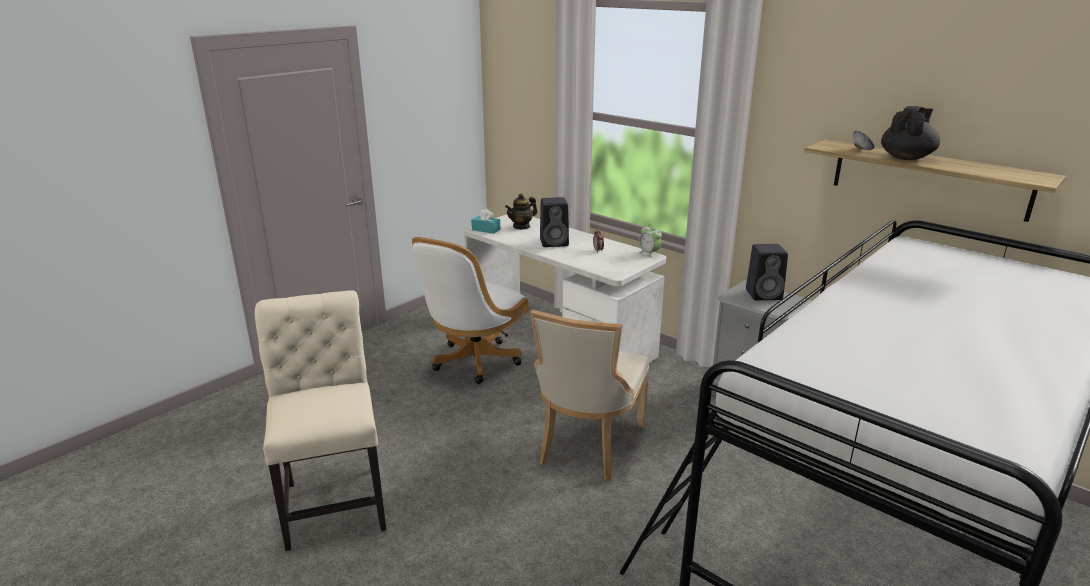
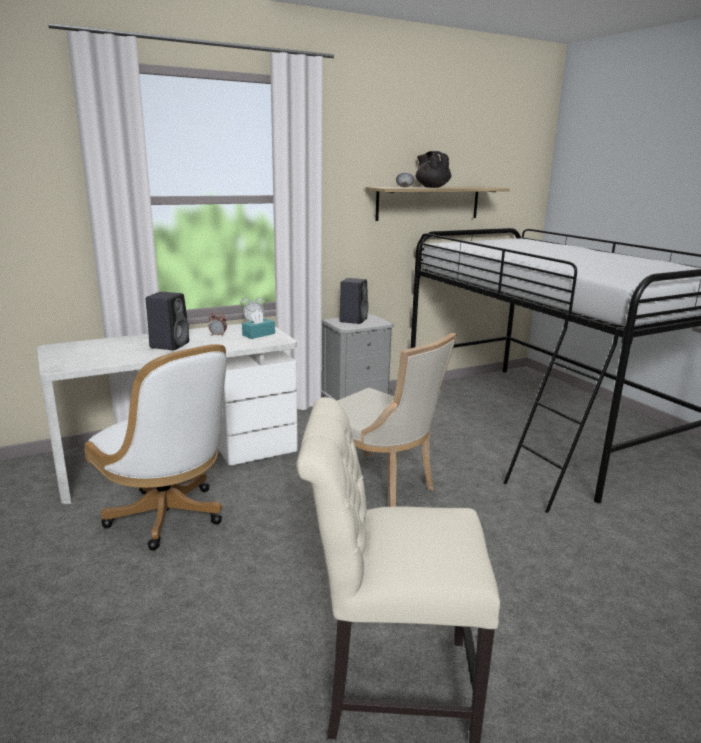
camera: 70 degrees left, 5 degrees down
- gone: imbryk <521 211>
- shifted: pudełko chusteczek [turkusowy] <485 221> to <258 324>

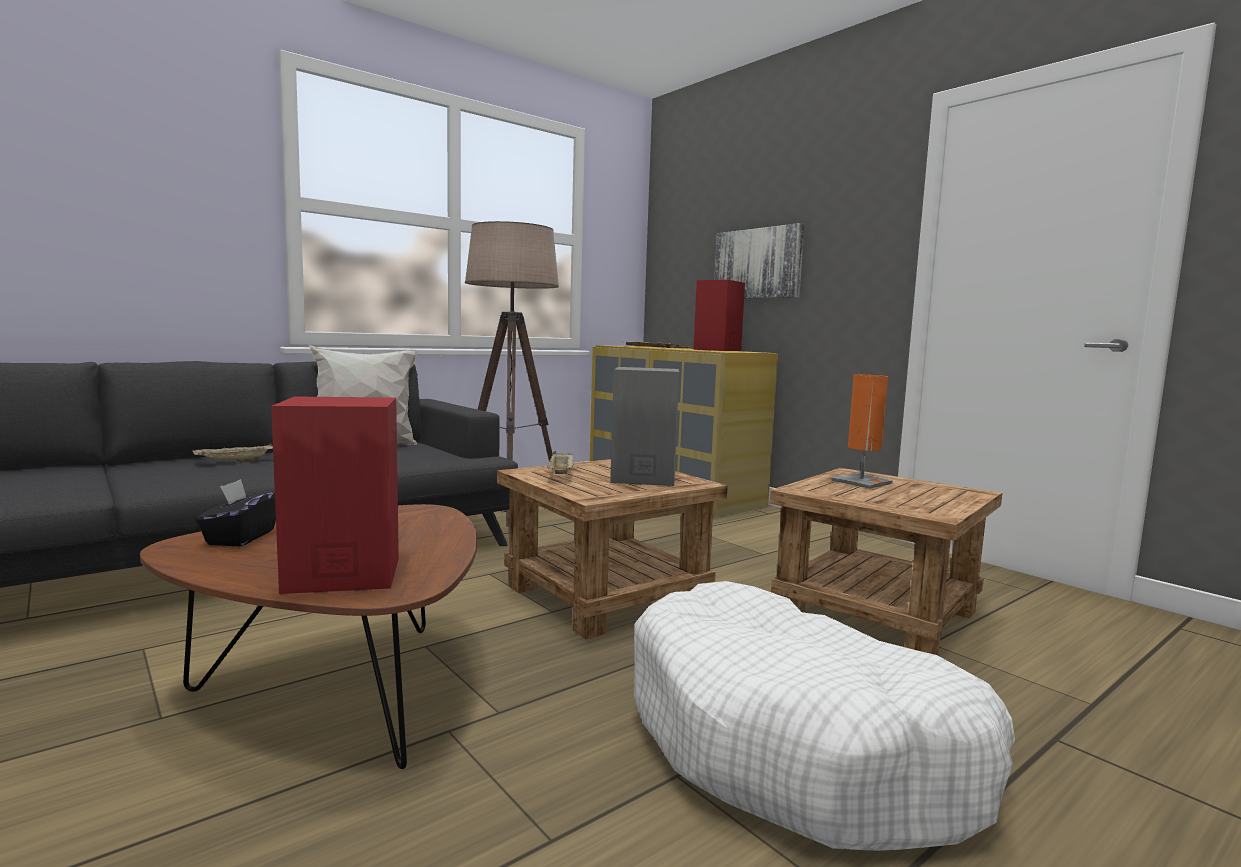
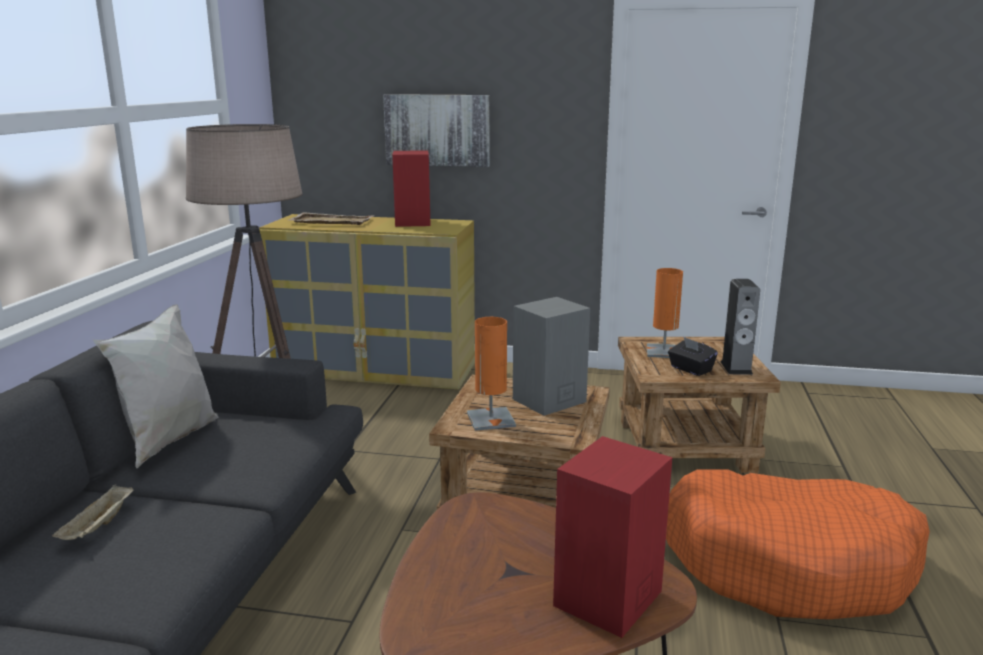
camera: 40 degrees left, 10 degrees up
- new: głośnik <740 327>
- shifted: pudełko chusteczek [czarny] <236 512> to <693 356>
- swapped: taca [beżowy] <560 462> to lampa stołowa [pomarańczowy] <491 374>
- repainted: legowisko [biały] <824 716> to legowisko [pomarańczowy] <798 544>

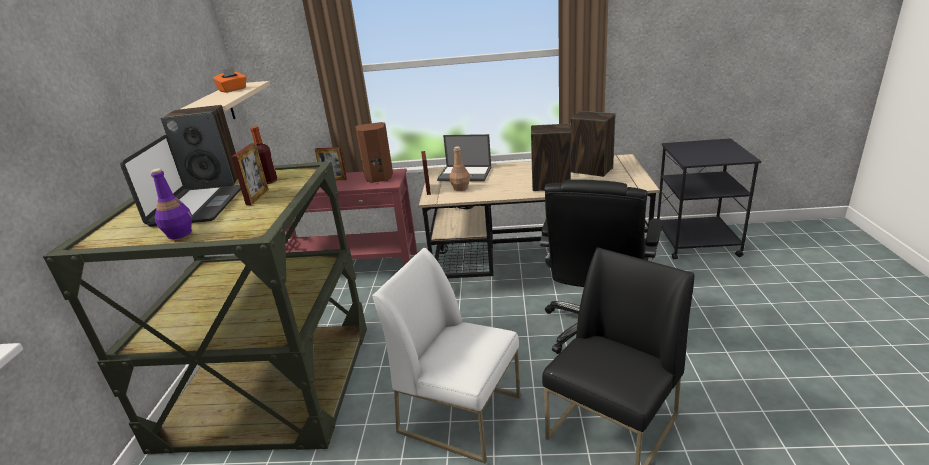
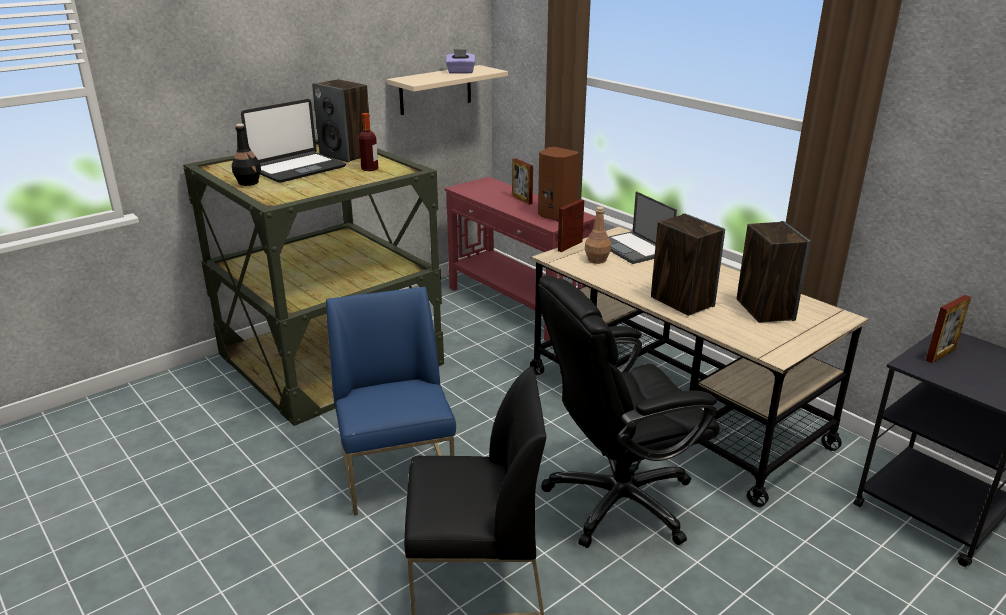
camera: 45 degrees right, 0 degrees up
- shifted: ramka na zdjęcie <250 174> to <948 329>
- repainted: butelka [fioletowy] <171 203> to butelka [czarny] <246 155>
- repainted: pudełko chusteczek [pomarańczowy] <230 80> to pudełko chusteczek [fioletowy] <460 61>
- repainted: krzesło [biały] <446 355> to krzesło [niebieski] <391 401>

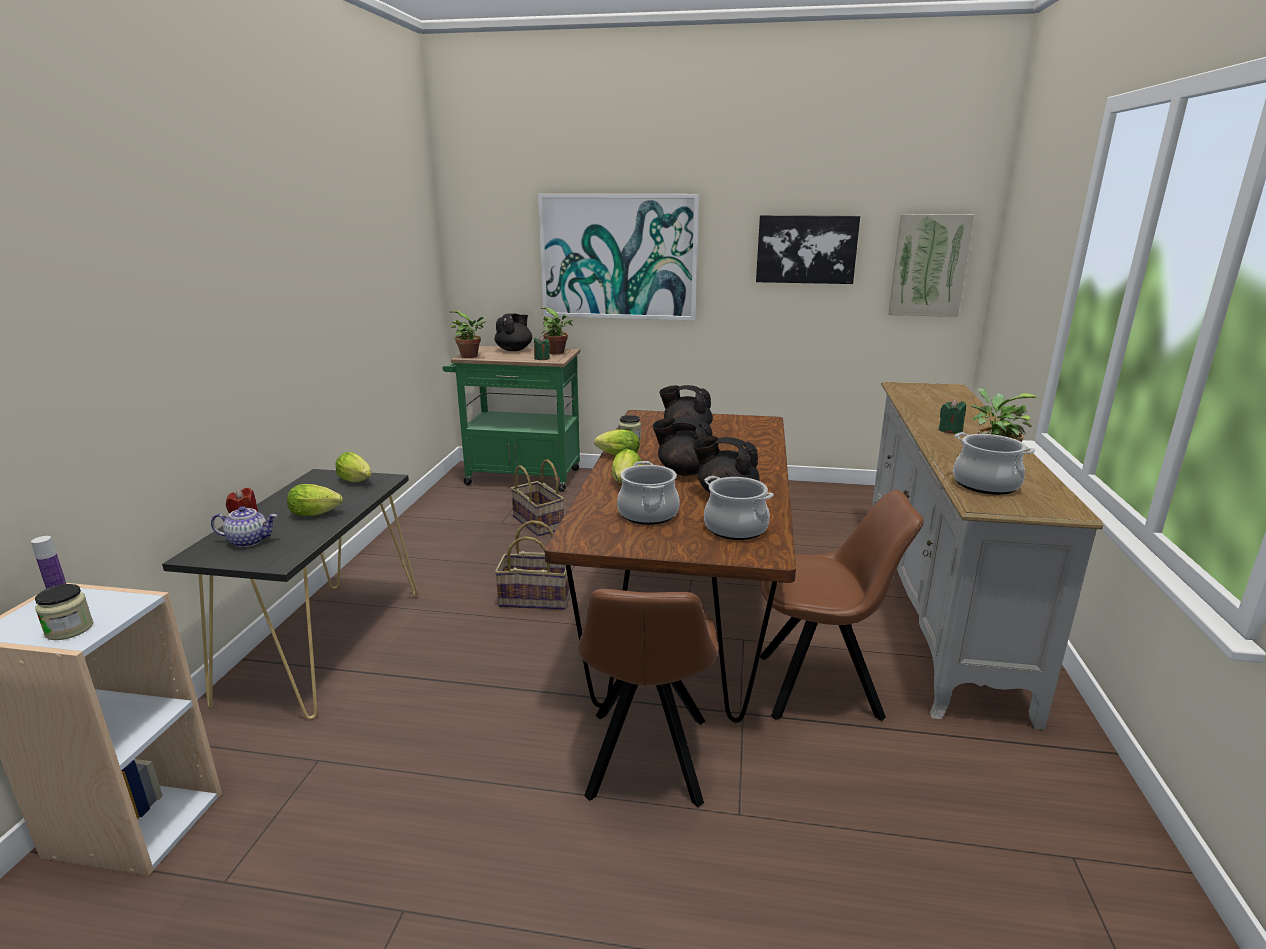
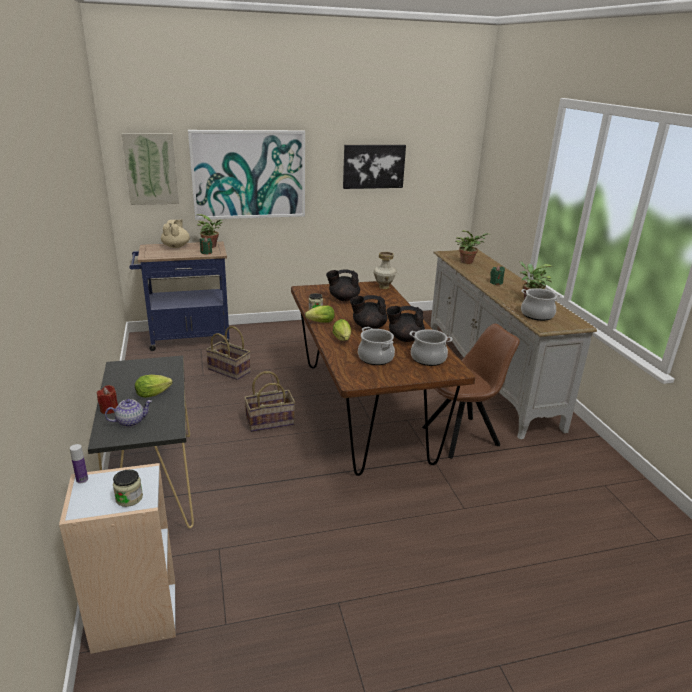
camera: 25 degrees left, 5 degrees up
- gone: sałata <354 467>
- gone: krzesło [brązowy] <648 698>
- new: wazon <385 270>
- shifted: roślina doniczkowa <468 334> to <473 247>
- shifted: obraz <931 265> to <150 169>
- repainted: wózek [zielony] <511 418> to wózek [niebieski] <179 296>
- repainted: imbryk [czarny] <513 332> to imbryk [beżowy] <175 233>

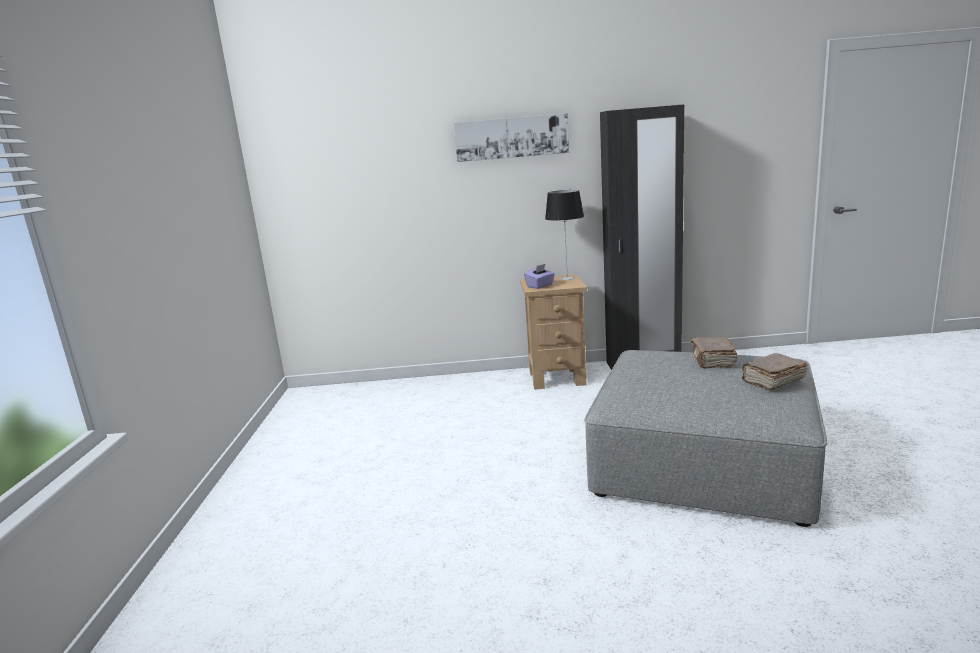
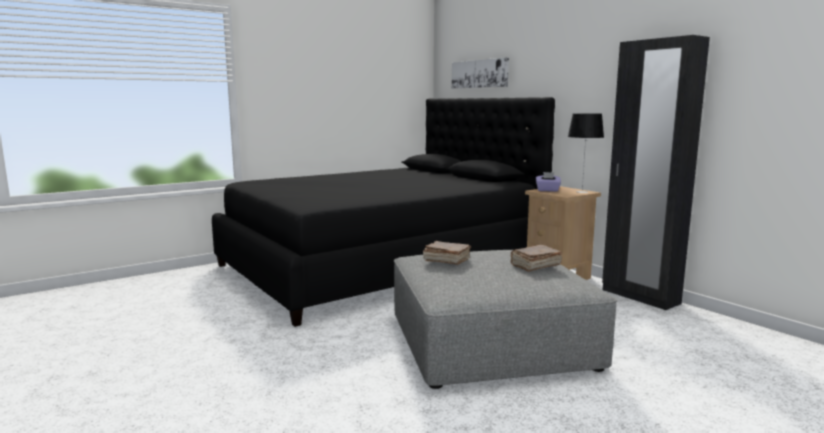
camera: 55 degrees right, 5 degrees down
- new: łóżko [czarny] <383 212>
- shifted: obraz <511 137> to <480 73>
- shifted: książka [brązowy] <775 372> to <447 253>

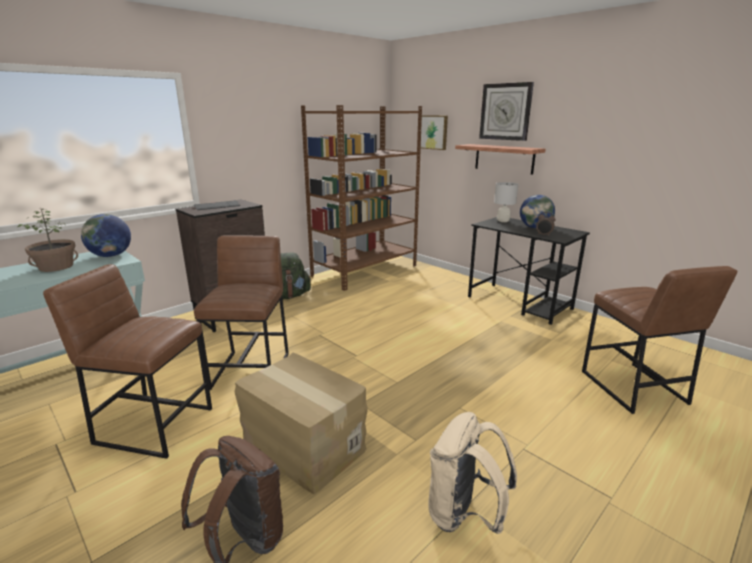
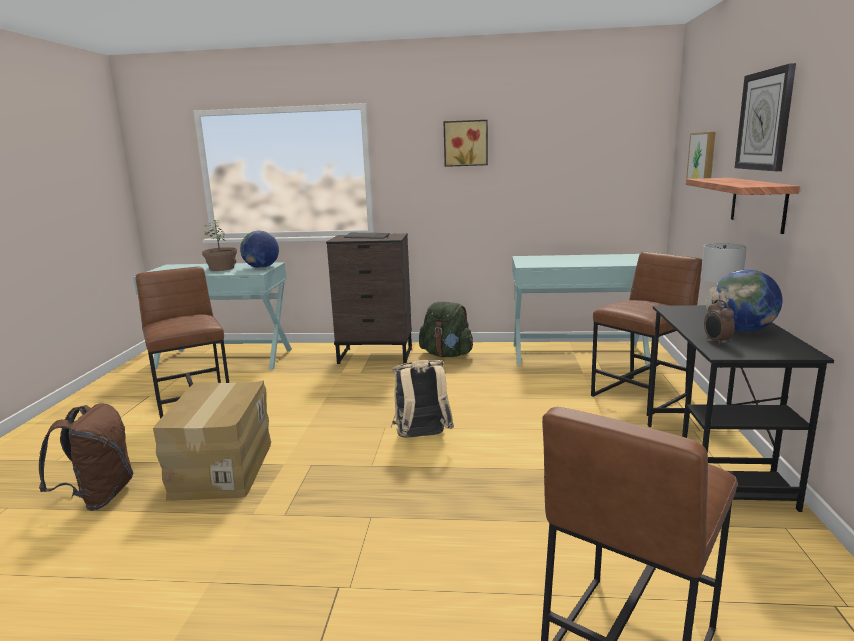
camera: 50 degrees right, 5 degrees down
- new: obraz <465 143>
- shifted: krzesło [brązowy] <241 313> to <646 334>
- shifted: plecak [beżowy] <472 473> to <423 399>
- swapped: regał [brązowy] <361 198> to biurko [turkusowy] <581 309>

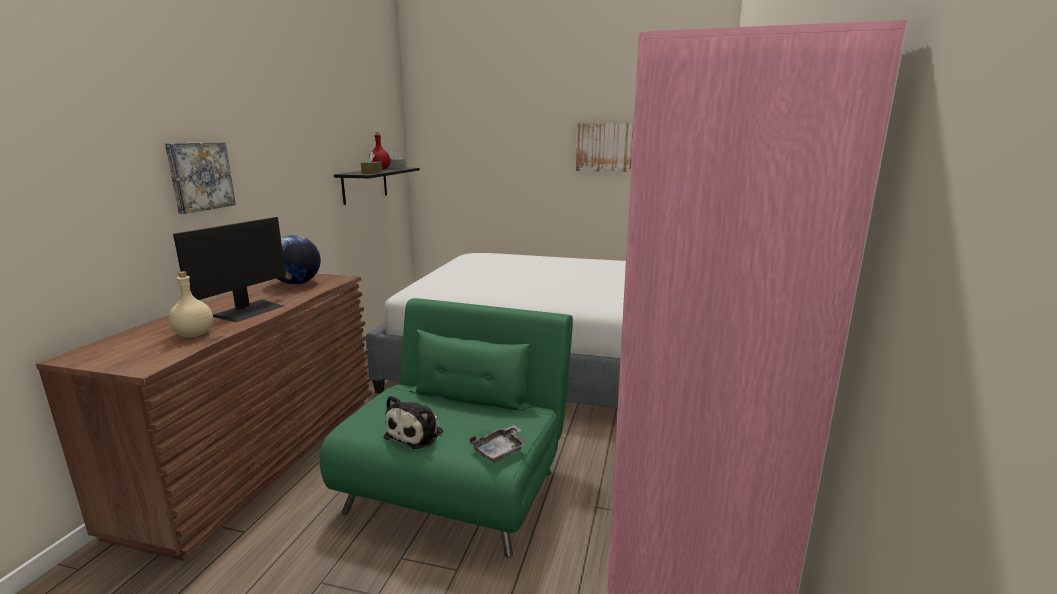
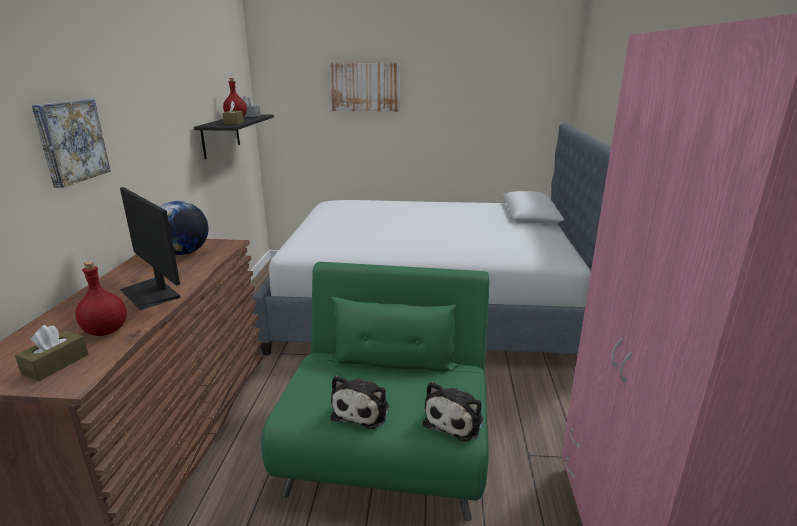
camera: 10 degrees left, 5 degrees up
- new: pudełko chusteczek [brązowy] <51 353>
- shifted: obraz <605 147> to <364 87>
- swapped: taca [szary] <498 444> to pluszak <453 412>
- repainted: butelka [beżowy] <190 304> to butelka [czerwony] <101 298>
- rotated: monitor <229 269> = <150 248> 120 degrees clockwise

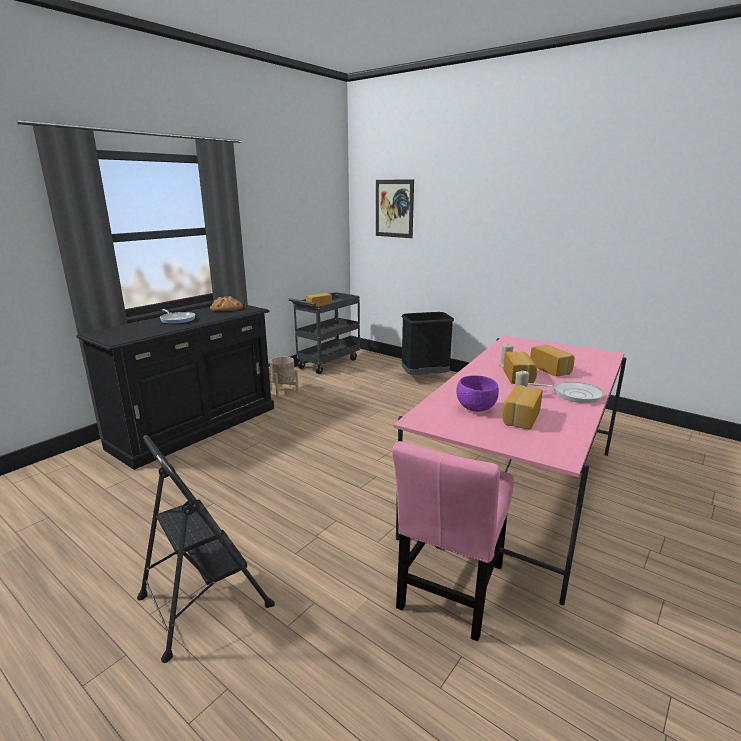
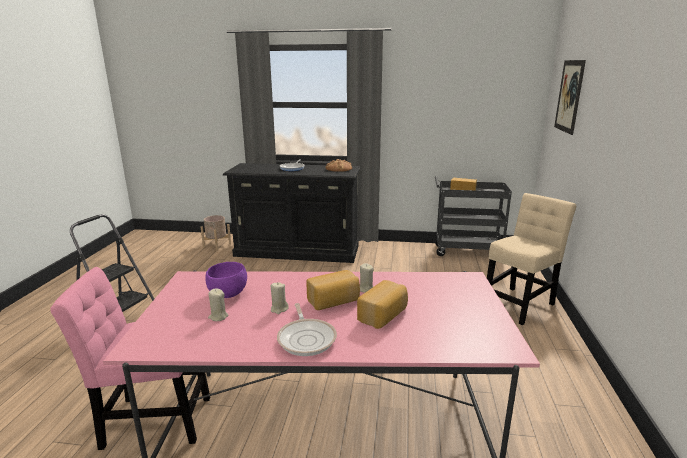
camera: 60 degrees right, 0 degrees up
- shifted: donica [beżowy] <284 377> to <216 233>
- swapped: kosz na śmieci [czarny] <428 343> to krzesło [beżowy] <531 259>
- swapped: chleb <522 407> to świeca [beżowy] <218 304>

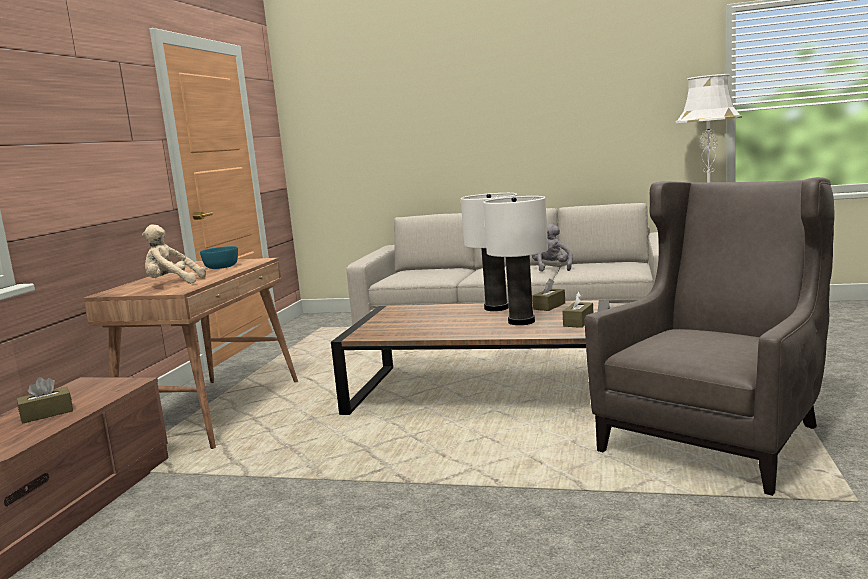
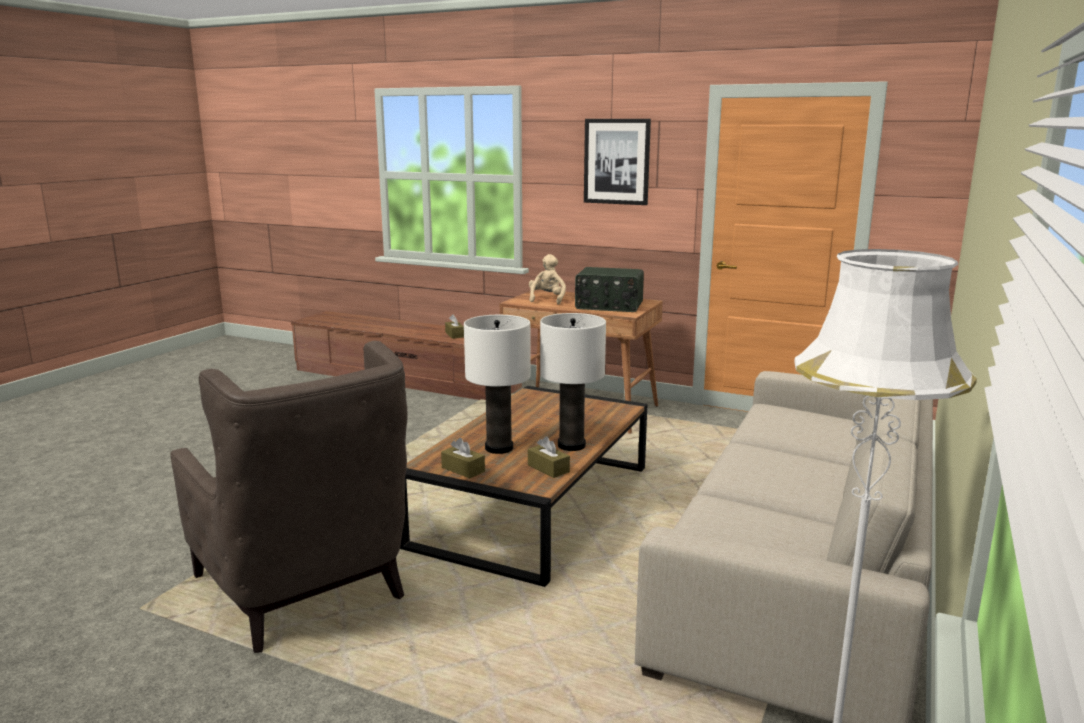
camera: 100 degrees right, 5 degrees up
- gone: pluszak [szary] <552 248>
- new: obraz <617 162>
- swapped: miska [turkusowy] <219 257> to radio <609 289>

